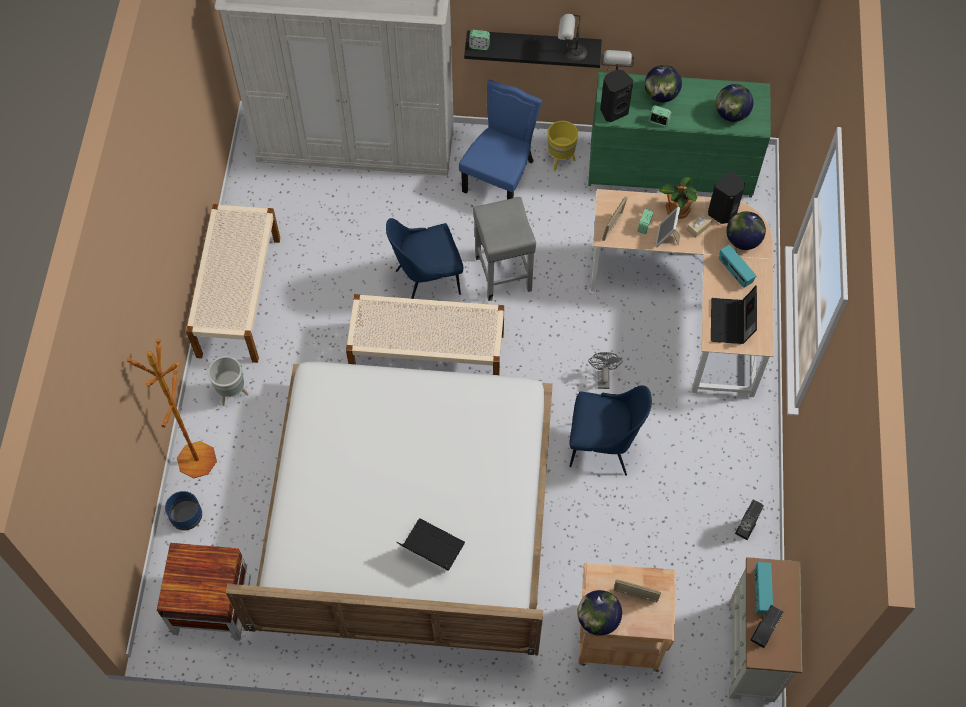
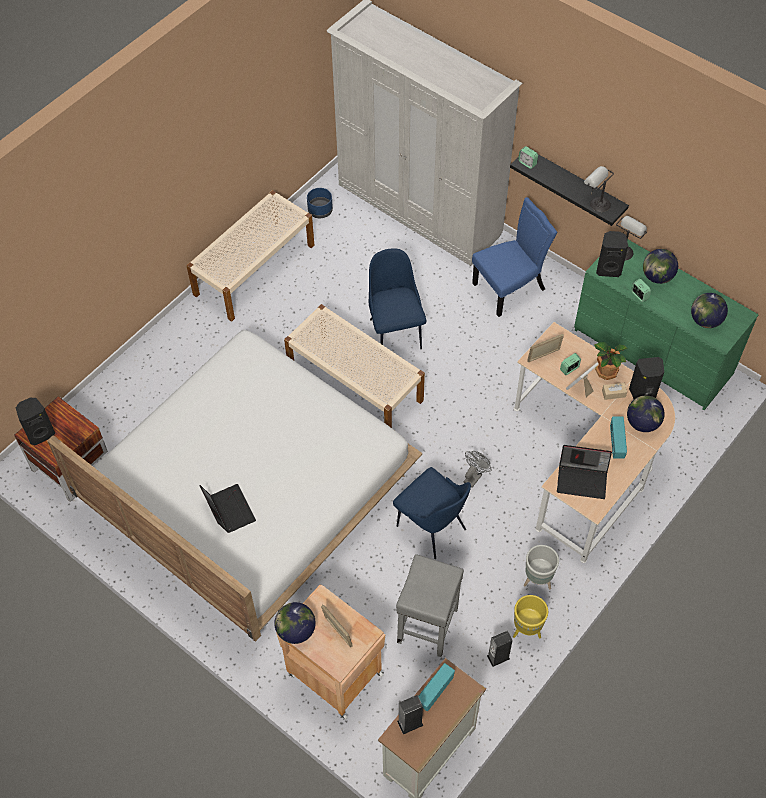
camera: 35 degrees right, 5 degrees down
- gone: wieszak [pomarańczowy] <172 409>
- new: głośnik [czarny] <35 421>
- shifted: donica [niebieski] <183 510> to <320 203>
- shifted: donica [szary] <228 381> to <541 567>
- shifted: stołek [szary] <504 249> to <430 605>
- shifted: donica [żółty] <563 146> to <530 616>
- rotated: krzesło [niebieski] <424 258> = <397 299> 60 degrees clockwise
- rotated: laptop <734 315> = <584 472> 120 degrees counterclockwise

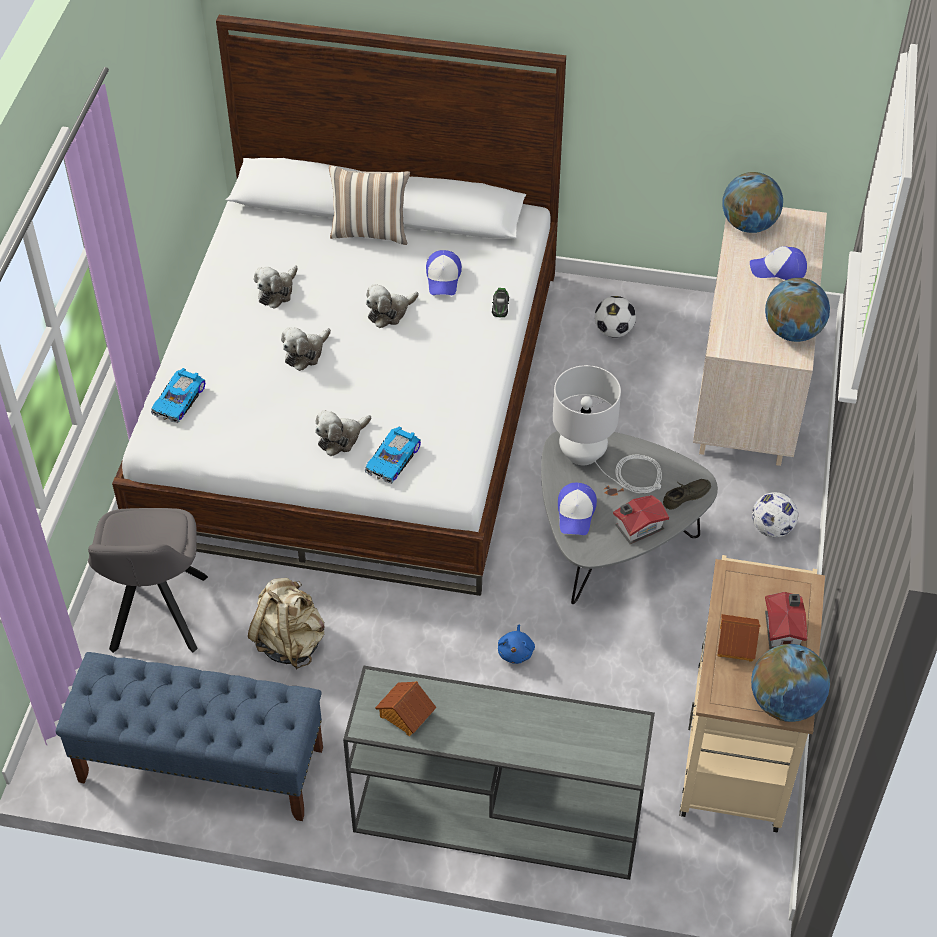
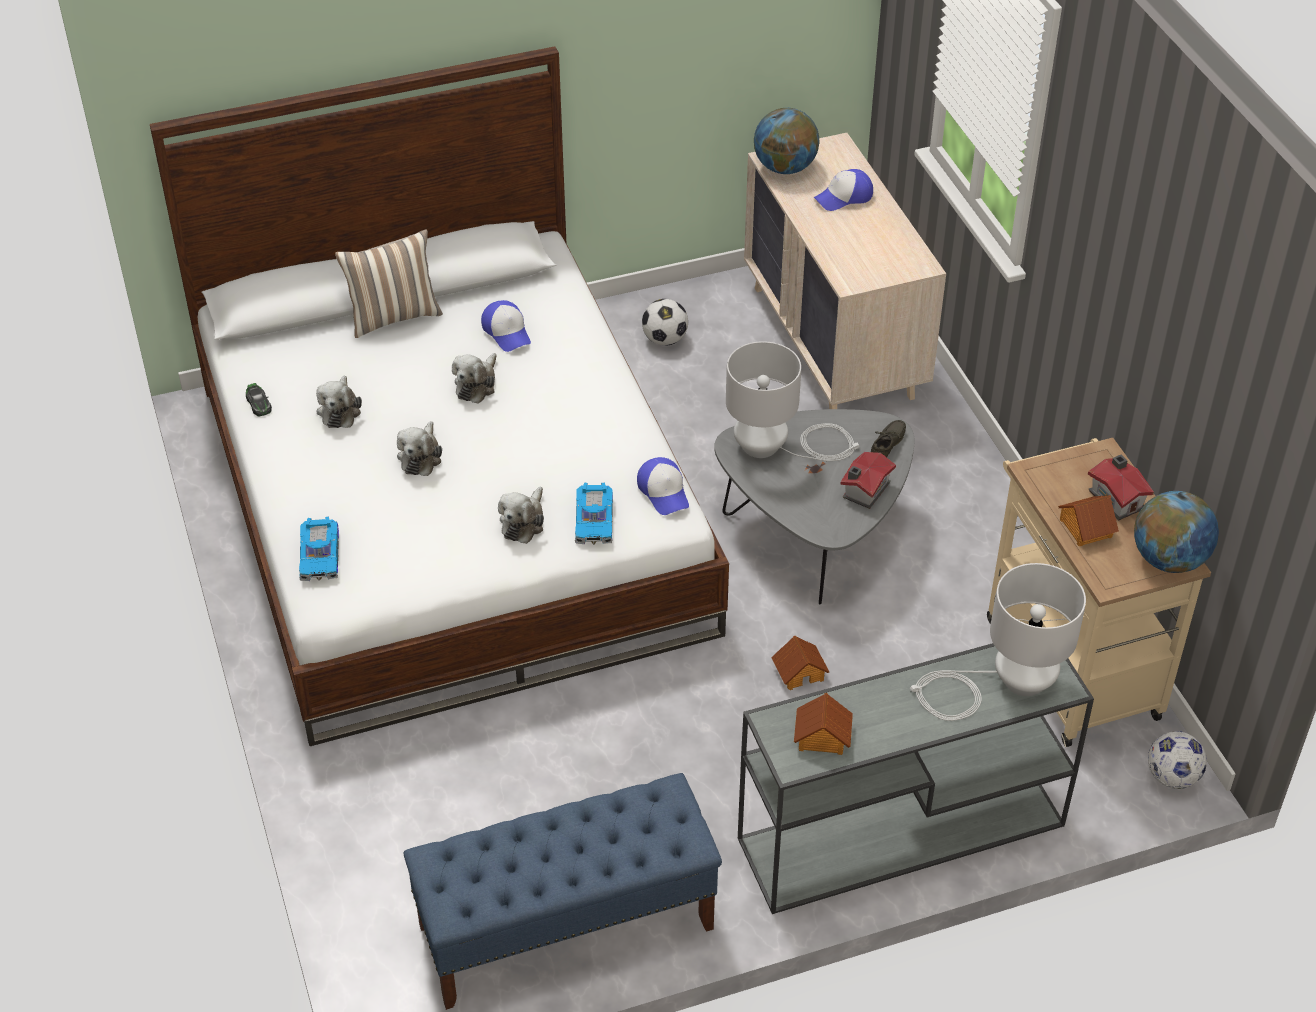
camera: 30 degrees left, 5 degrees down
- gone: krzesło [szary] <148 580>
- gone: plecak [beżowy] <286 623>
- gone: globus <797 310>
- new: lampa stołowa [biały] <998 642>
- shifted: samochodzik <500 302> to <259 399>
- shifted: czapka z daszkiem <577 509> to <663 486>
- shifted: piłka futbolowa <775 515> to <1177 760>
- swapped: pluszak [niebieski] <516 644> to domek <800 662>

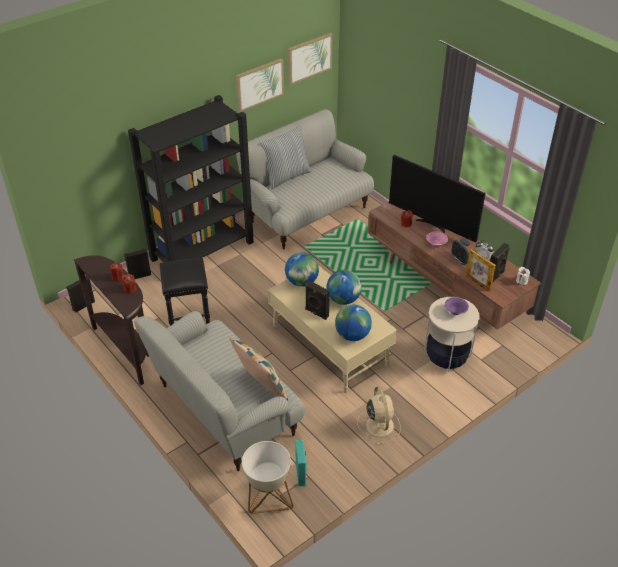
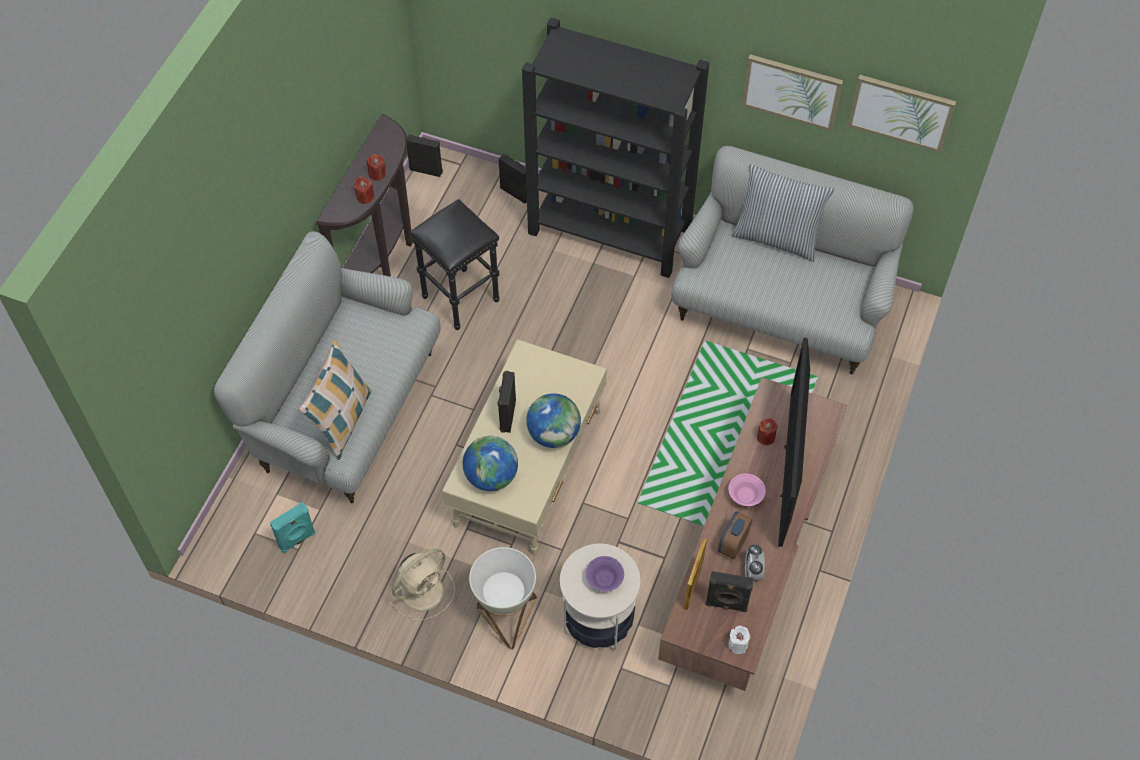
camera: 60 degrees right, 15 degrees up
- gone: globus <302 269>
- shifted: donica <268 477> to <503 598>

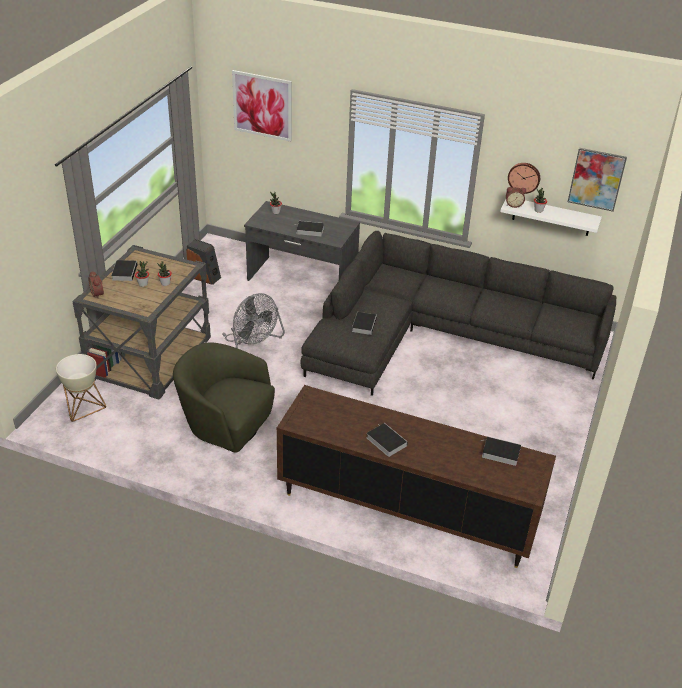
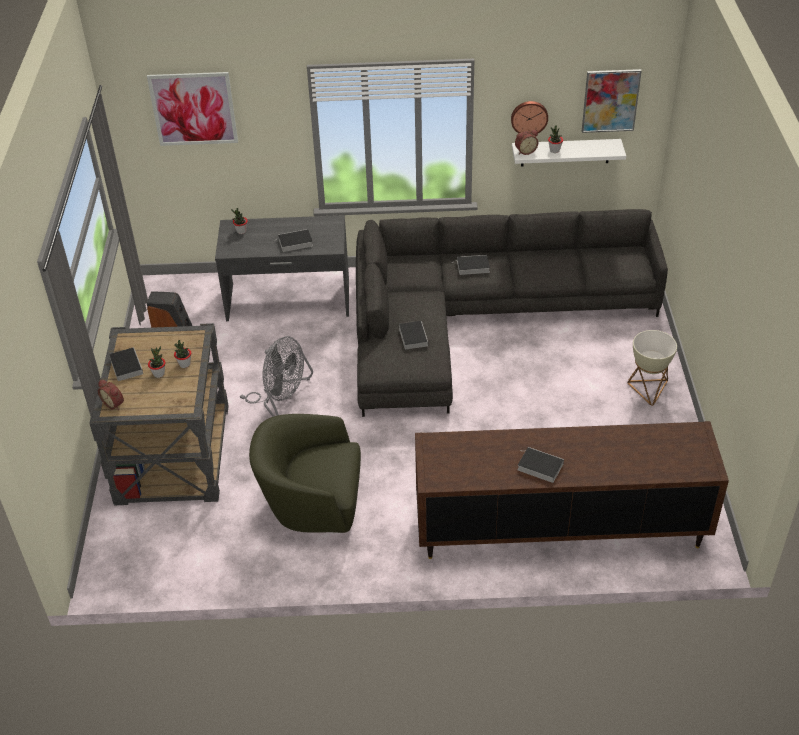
camera: 20 degrees left, 5 degrees up
- shifted: donica <81 388> to <652 368>
- shifted: książka <501 451> to <470 265>

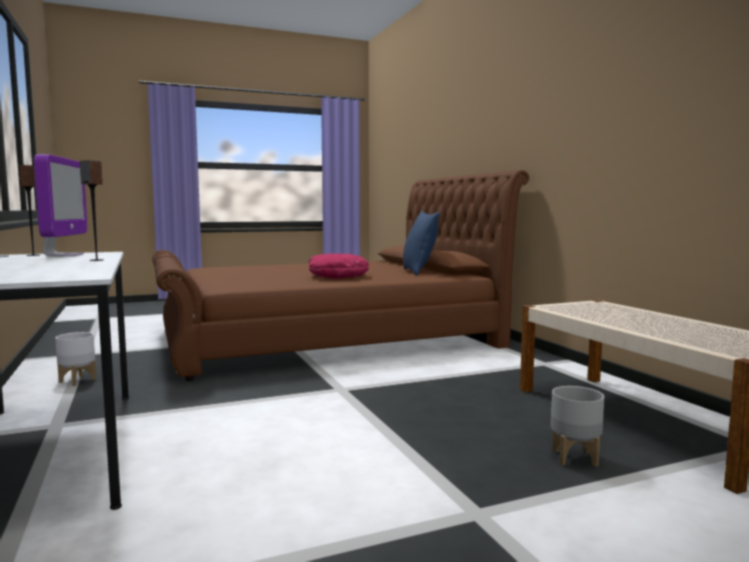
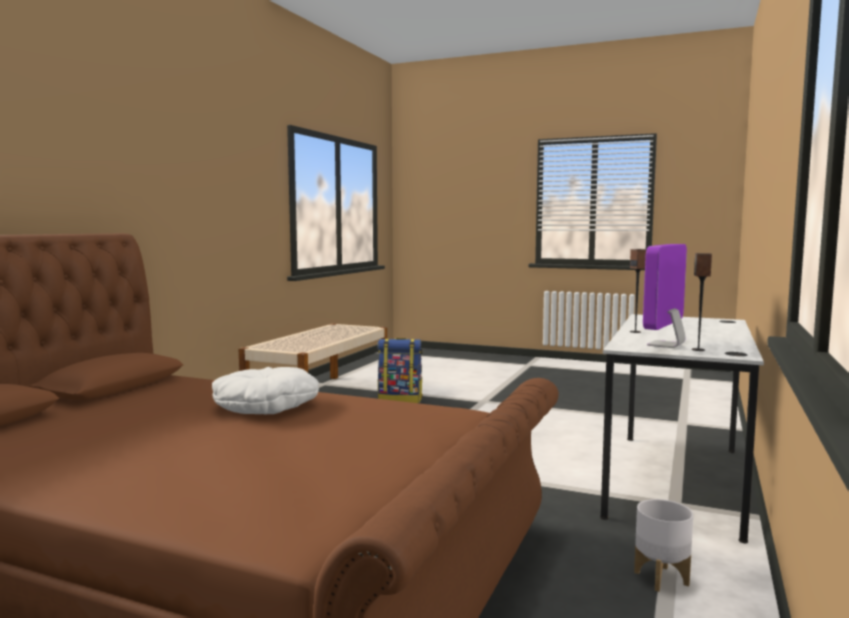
camera: 135 degrees left, 0 degrees up
- gone: poduszka [niebieski] <421 243>
- swapped: donica [szary] <577 426> to plecak <400 370>
- repainted: poduszka [różowy] <339 266> to poduszka [biały] <265 390>

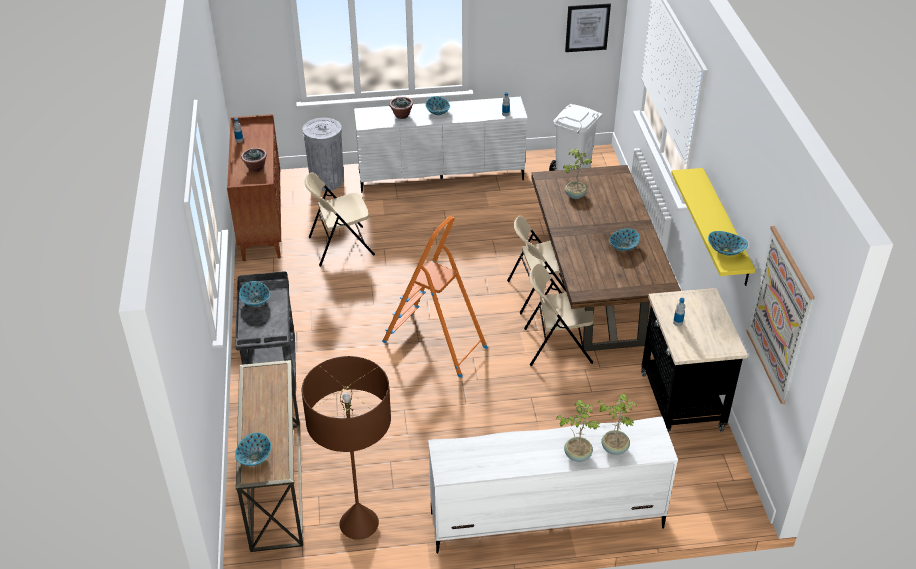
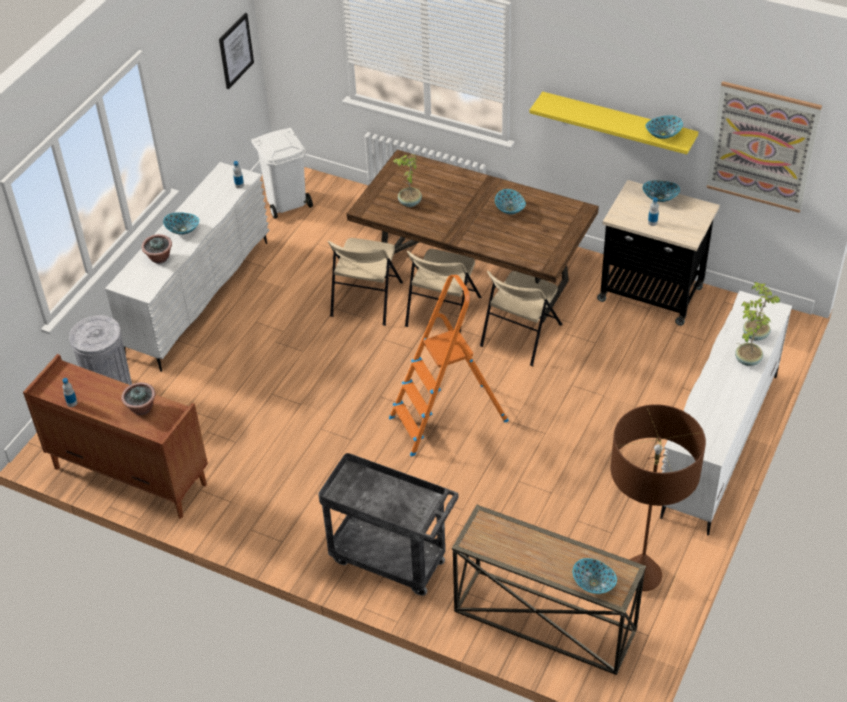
camera: 55 degrees left, 5 degrees up
- shifted: miska <254 294> to <661 191>
- shifted: krzesło [beżowy] <339 220> to <365 282>

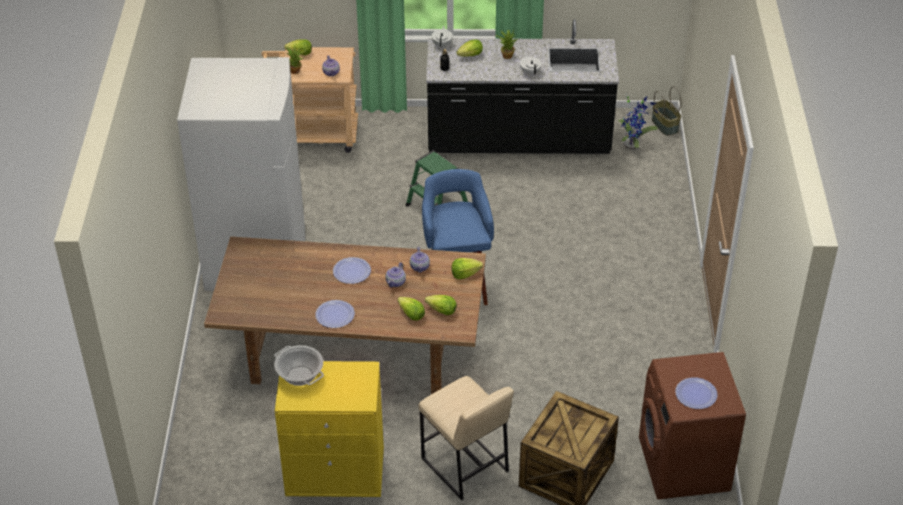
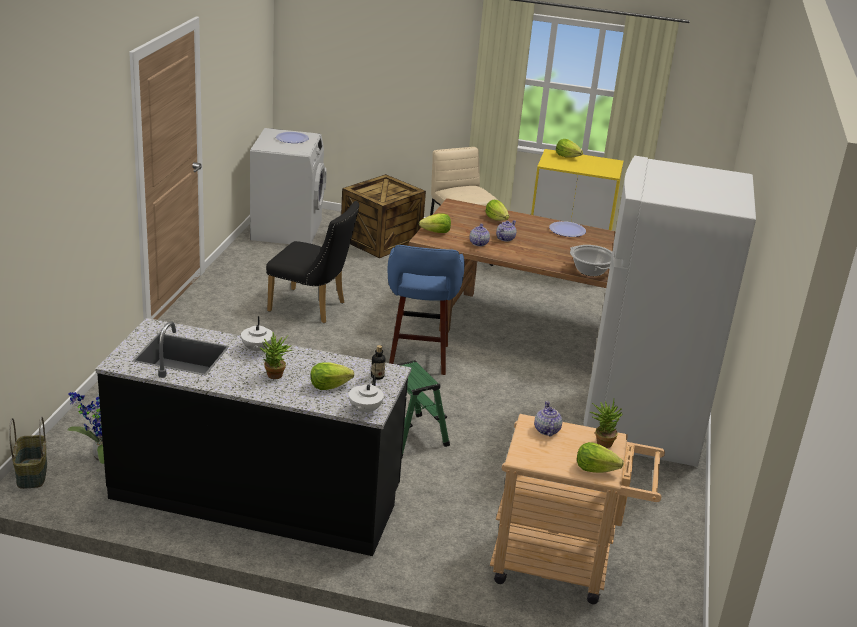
camera: 170 degrees left, 15 degrees down
- gone: talerz <352 270>
- new: krzesło [czarny] <312 262>
- shifted: garnek <299 365> to <591 260>
- shifted: sałata <441 305> to <569 148>
- repainted: pralka [brązowy] <692 425> to pralka [biały] <288 186>

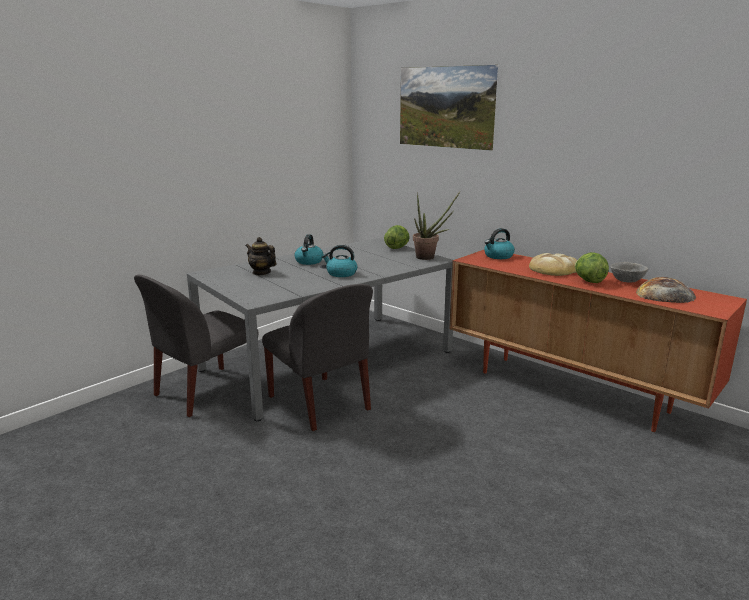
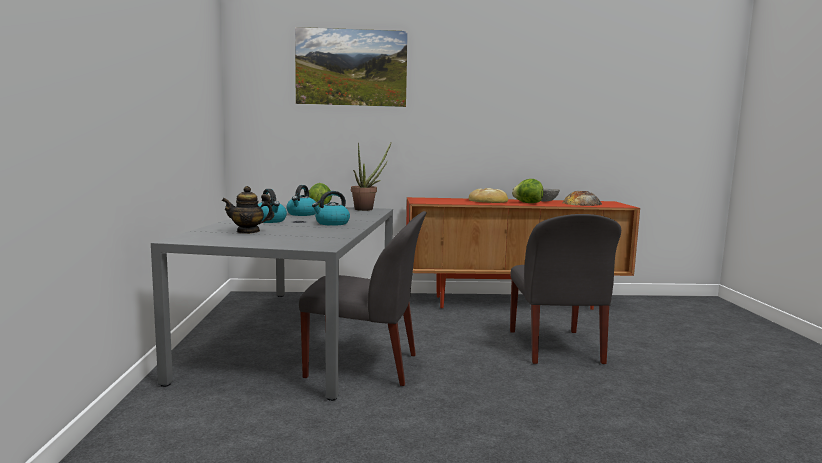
camera: 45 degrees left, 10 degrees down
- shifted: krzesło [szary] <196 346> to <565 289>
- shifted: czajnik <499 243> to <301 200>

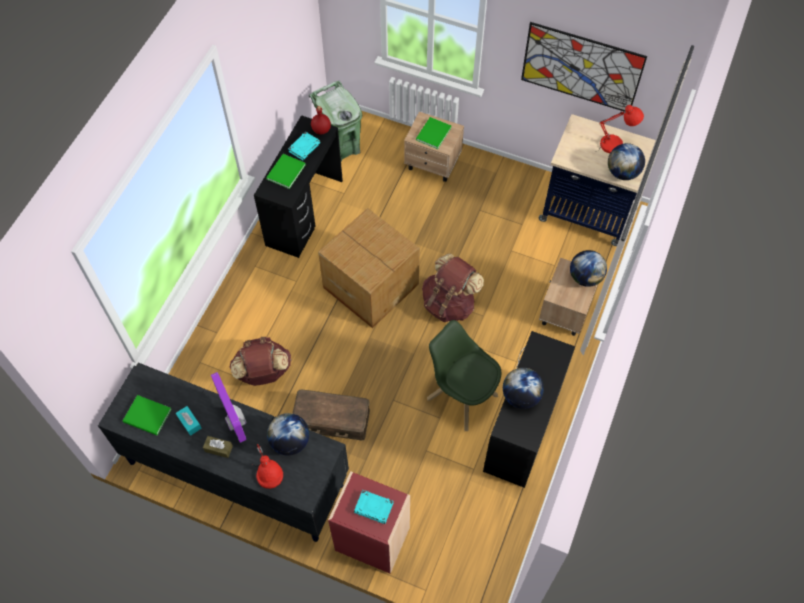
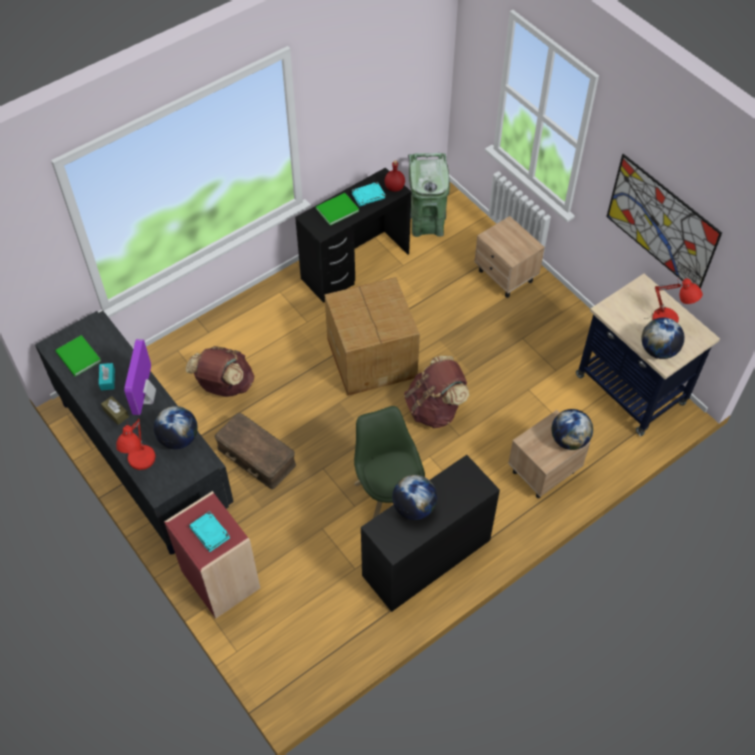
camera: 30 degrees right, 5 degrees down
- gone: książka [zielony] <434 133>

